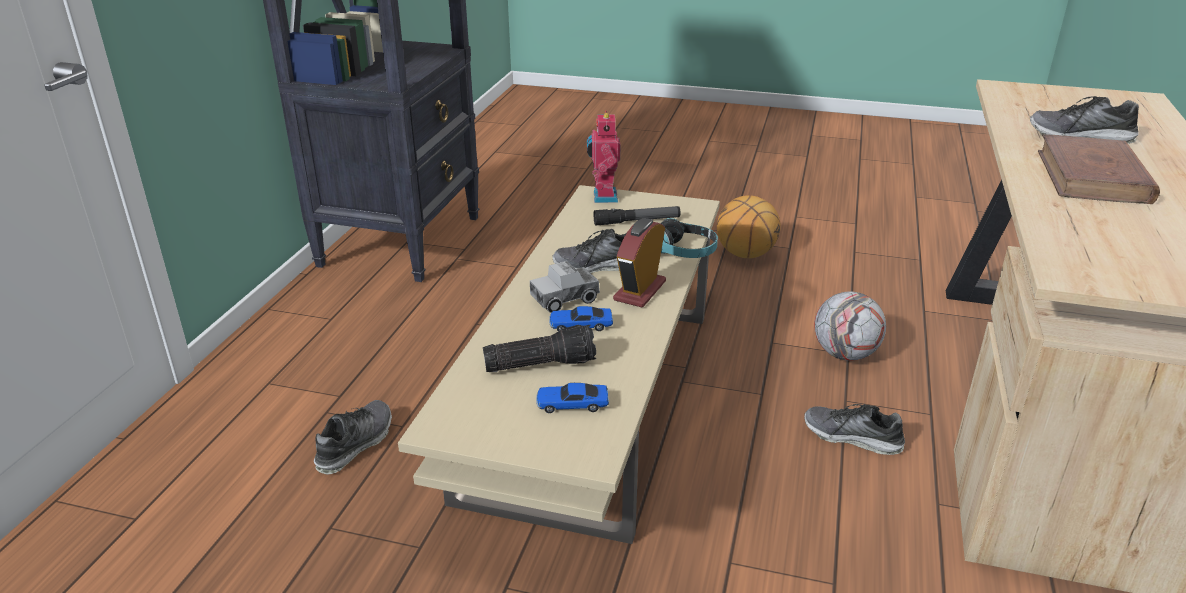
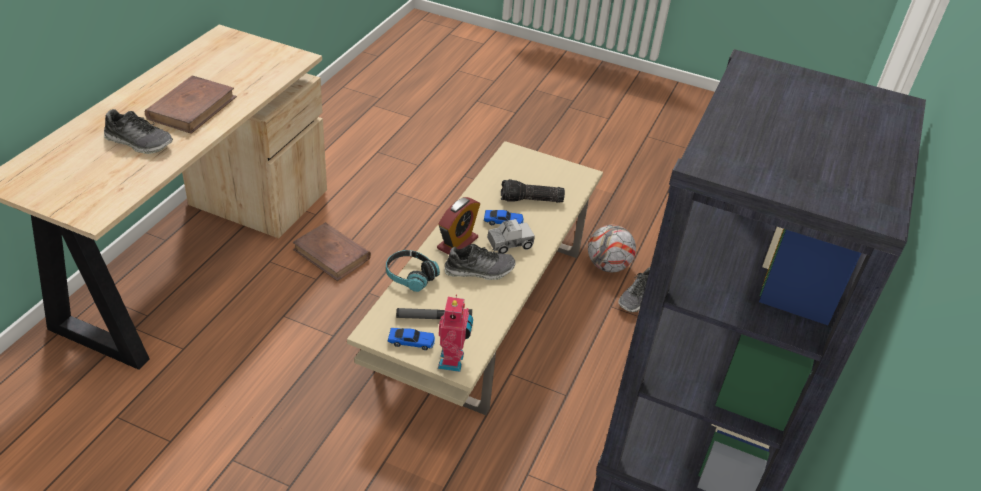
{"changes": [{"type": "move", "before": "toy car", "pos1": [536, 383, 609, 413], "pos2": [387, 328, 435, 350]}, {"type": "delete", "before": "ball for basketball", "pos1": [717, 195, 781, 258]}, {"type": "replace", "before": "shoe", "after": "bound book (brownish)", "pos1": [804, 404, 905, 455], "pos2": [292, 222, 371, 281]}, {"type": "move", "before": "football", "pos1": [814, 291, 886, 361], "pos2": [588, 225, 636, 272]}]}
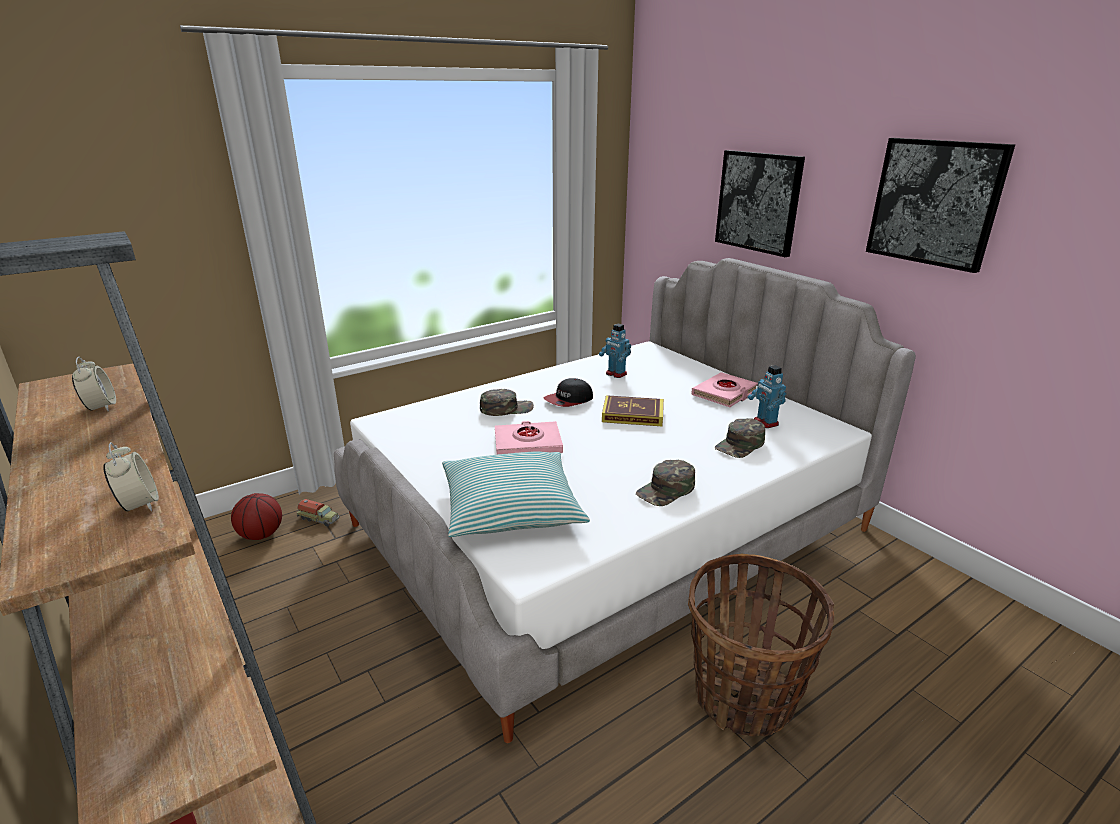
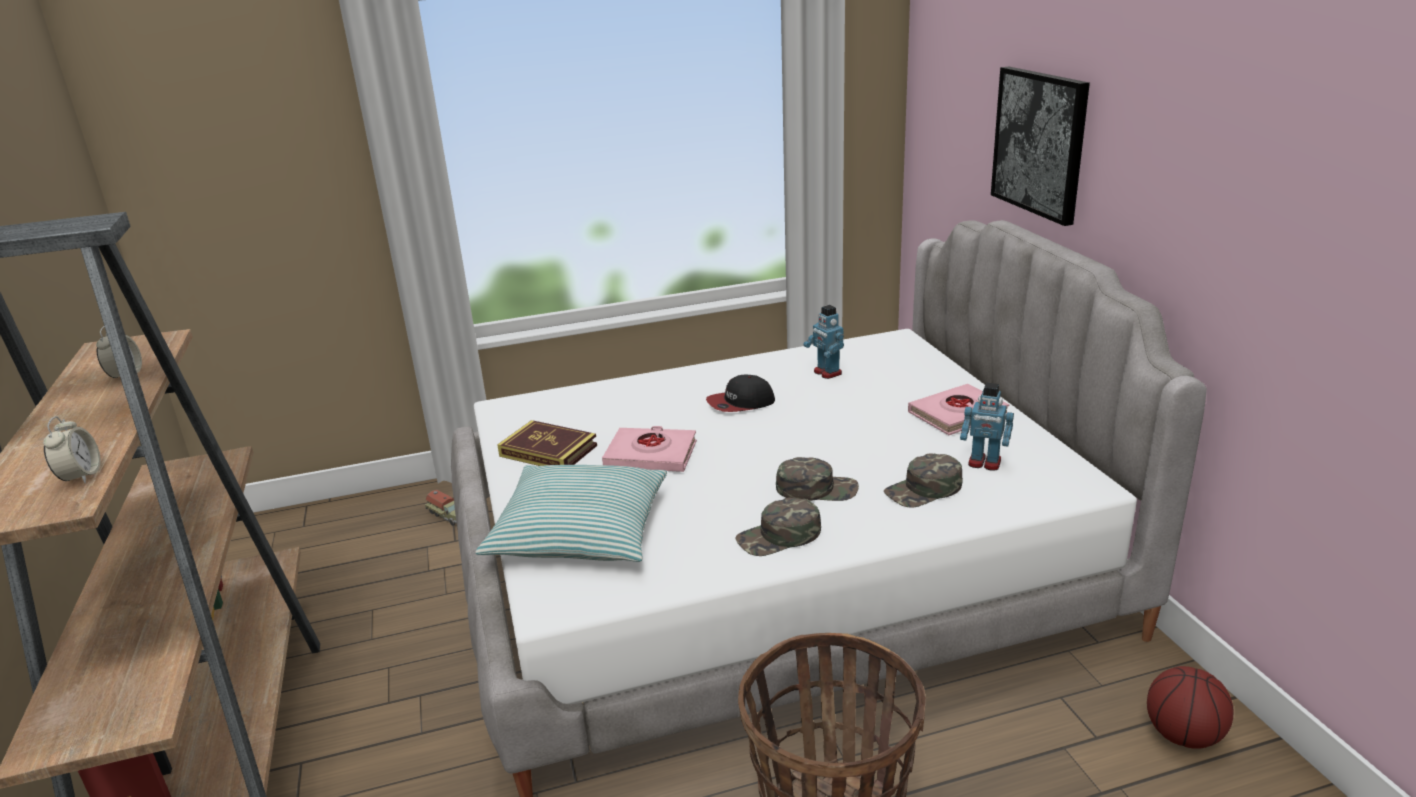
{"changes": [{"type": "move", "before": "ball for basketball", "pos1": [231, 493, 282, 540], "pos2": [1147, 666, 1233, 749]}, {"type": "move", "before": "cap (green-coloured)", "pos1": [480, 389, 534, 416], "pos2": [776, 457, 859, 501]}, {"type": "move", "before": "bound book", "pos1": [602, 395, 664, 426], "pos2": [497, 420, 597, 466]}, {"type": "rotate", "before": "model robot", "pos1": [748, 365, 787, 428], "pos2": [960, 383, 1014, 471], "turn": -60}, {"type": "delete", "before": "picture", "pos1": [866, 138, 1015, 273]}]}
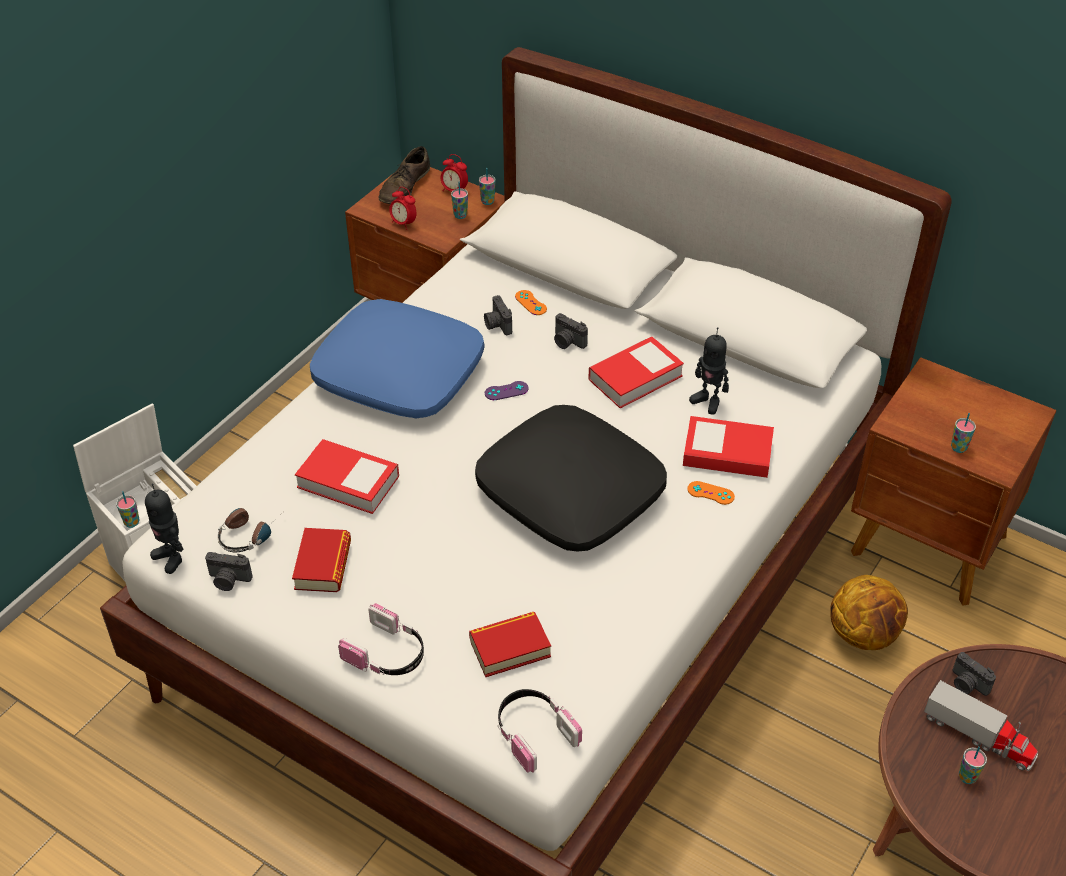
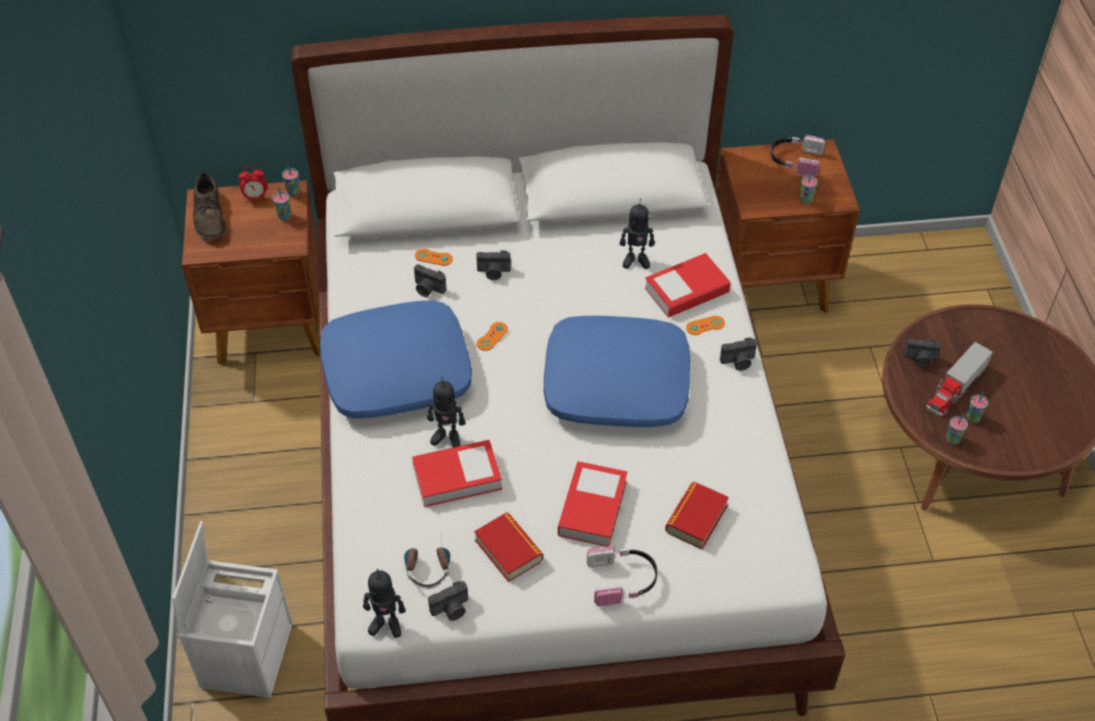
{"changes": [{"type": "move", "before": "cup", "pos1": [116, 491, 139, 528], "pos2": [946, 414, 968, 445]}, {"type": "delete", "before": "alarm clock", "pos1": [389, 187, 416, 230]}, {"type": "recolor", "before": "pillow (black)", "after": "pillow (blue)", "pos1": [475, 405, 667, 552], "pos2": [544, 316, 690, 427]}, {"type": "recolor", "before": "game controller (purple)", "after": "game controller (orangey)", "pos1": [485, 381, 529, 400], "pos2": [477, 322, 508, 351]}, {"type": "move", "before": "headphones", "pos1": [498, 689, 582, 773], "pos2": [770, 135, 825, 177]}, {"type": "move", "before": "bound book", "pos1": [588, 337, 684, 408], "pos2": [558, 461, 628, 547]}, {"type": "delete", "before": "ball for basketball", "pos1": [830, 575, 908, 650]}, {"type": "rotate", "before": "model truck", "pos1": [924, 680, 1038, 771], "pos2": [926, 342, 993, 416], "turn": 135}, {"type": "insert", "after": "model robot", "pos2": [427, 377, 465, 448]}, {"type": "insert", "after": "photo camera", "pos2": [720, 338, 757, 371]}]}
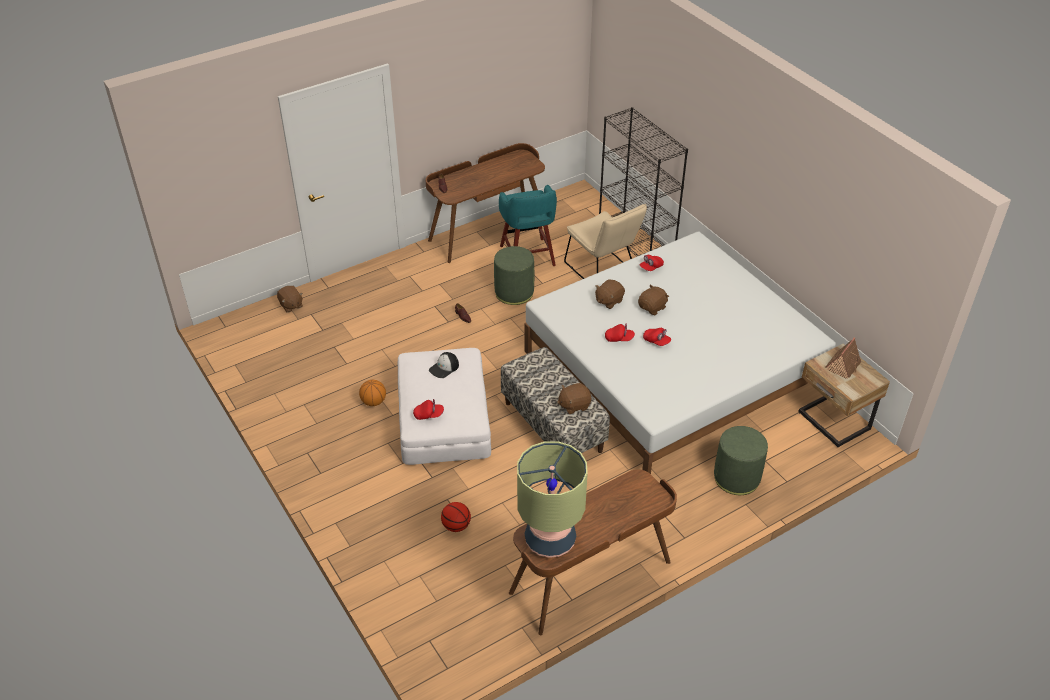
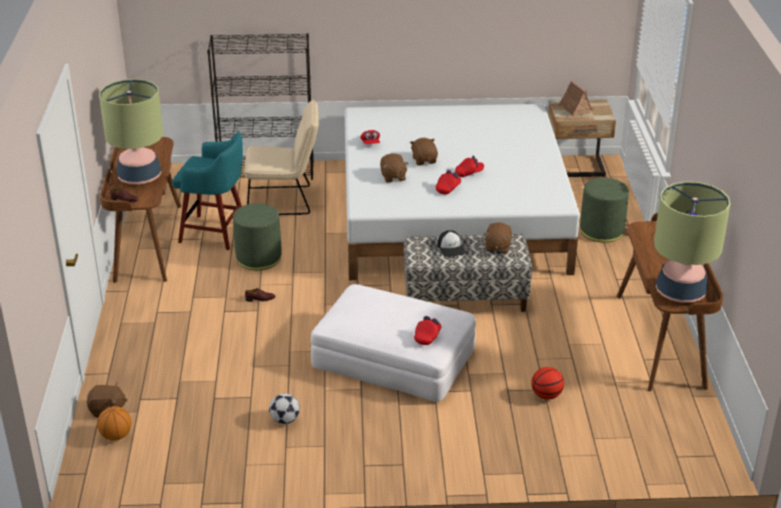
{"changes": [{"type": "move", "before": "ball for basketball", "pos1": [359, 380, 386, 406], "pos2": [97, 406, 132, 441]}, {"type": "move", "before": "cap", "pos1": [429, 352, 459, 378], "pos2": [438, 230, 465, 257]}, {"type": "insert", "after": "table lamp", "pos2": [99, 79, 163, 185]}, {"type": "insert", "after": "football", "pos2": [269, 394, 300, 424]}]}
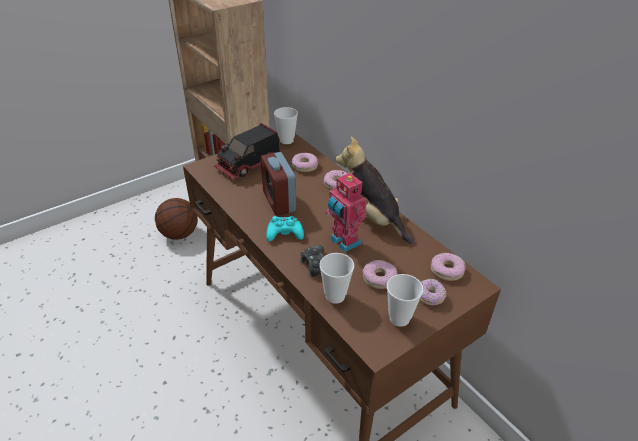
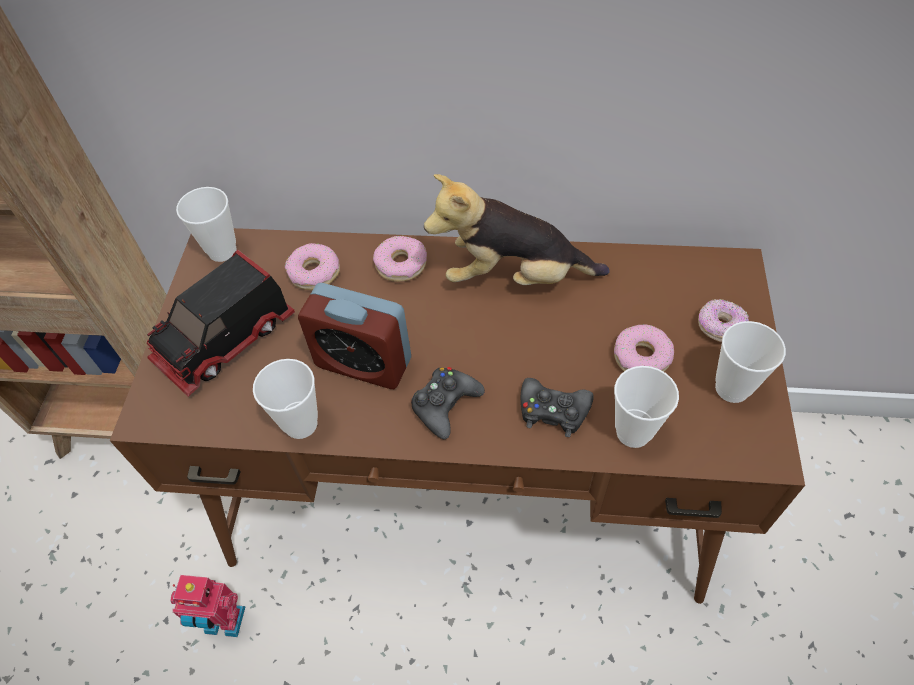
{"changes": [{"type": "delete", "before": "ball for basketball", "pos1": [155, 198, 198, 240]}, {"type": "rotate", "before": "model truck", "pos1": [214, 123, 280, 180], "pos2": [147, 250, 295, 397], "turn": 45}, {"type": "recolor", "before": "game controller (blue-green)", "after": "game controller (black)", "pos1": [266, 216, 304, 241], "pos2": [411, 367, 485, 440]}, {"type": "move", "before": "model robot", "pos1": [326, 172, 367, 252], "pos2": [170, 575, 246, 637]}, {"type": "delete", "before": "doughnut", "pos1": [431, 253, 465, 281]}, {"type": "insert", "after": "cup", "pos2": [253, 359, 318, 439]}]}
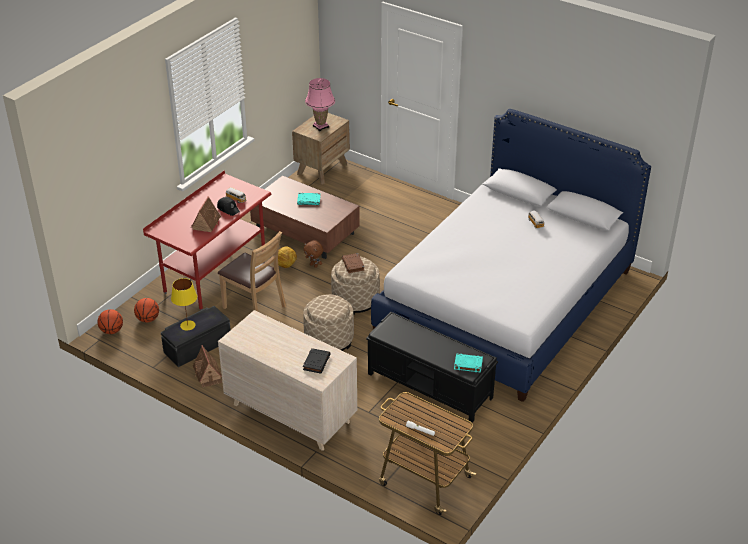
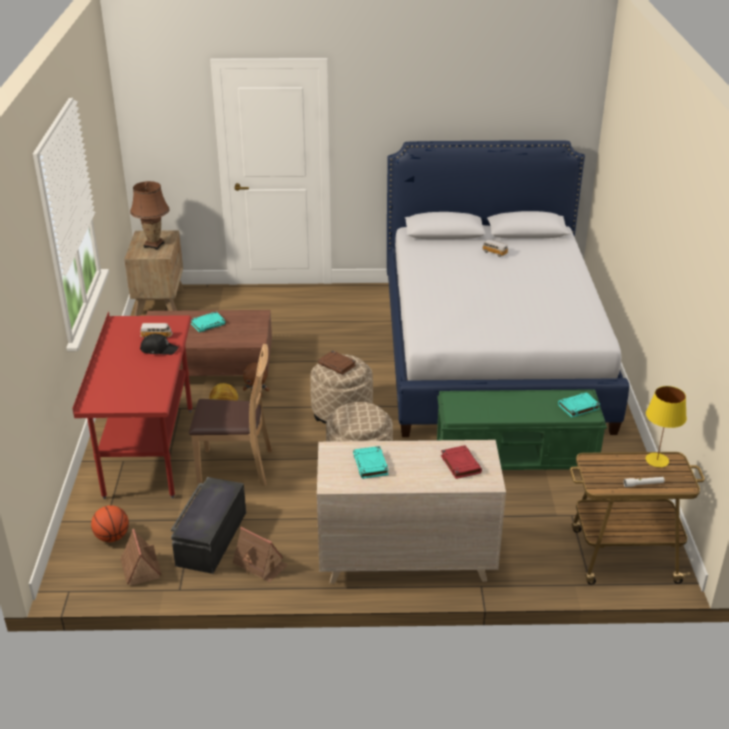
{"changes": [{"type": "delete", "before": "ball for basketball", "pos1": [98, 309, 123, 334]}, {"type": "move", "before": "table lamp (yellow-coloured)", "pos1": [171, 278, 197, 330], "pos2": [646, 386, 687, 467]}, {"type": "move", "before": "toy house", "pos1": [191, 196, 221, 232], "pos2": [120, 529, 162, 586]}, {"type": "recolor", "before": "bound book (black)", "after": "bound book (reddish)", "pos1": [303, 348, 331, 374], "pos2": [441, 445, 482, 479]}, {"type": "recolor", "before": "table lamp (pink)", "after": "table lamp (brownish)", "pos1": [305, 78, 335, 131], "pos2": [130, 181, 170, 250]}, {"type": "recolor", "before": "indoor bench (black)", "after": "indoor bench (green-coloured)", "pos1": [366, 312, 498, 423], "pos2": [437, 389, 607, 470]}, {"type": "insert", "after": "bound book (blue-green)", "pos2": [353, 446, 389, 479]}]}
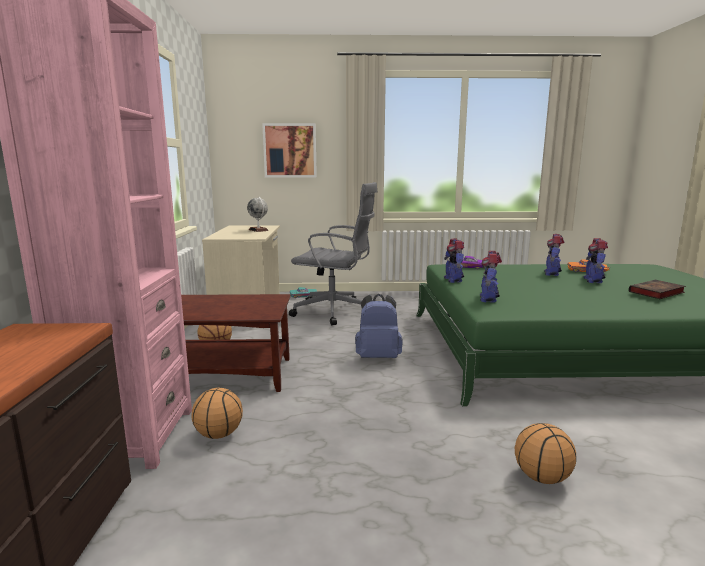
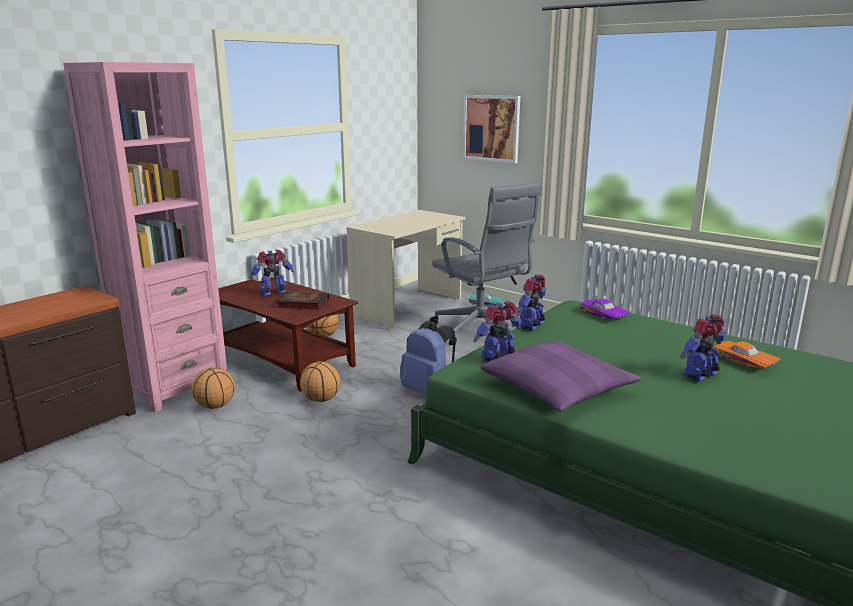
{"changes": [{"type": "delete", "before": "globe", "pos1": [247, 197, 269, 232]}, {"type": "move", "before": "ball for basketball", "pos1": [515, 423, 576, 484], "pos2": [300, 361, 341, 402]}, {"type": "move", "before": "model robot", "pos1": [544, 234, 565, 276], "pos2": [249, 250, 294, 296]}, {"type": "move", "before": "bound book", "pos1": [629, 280, 686, 299], "pos2": [276, 292, 329, 310]}, {"type": "insert", "after": "pillow (purple)", "pos2": [481, 341, 641, 412]}]}
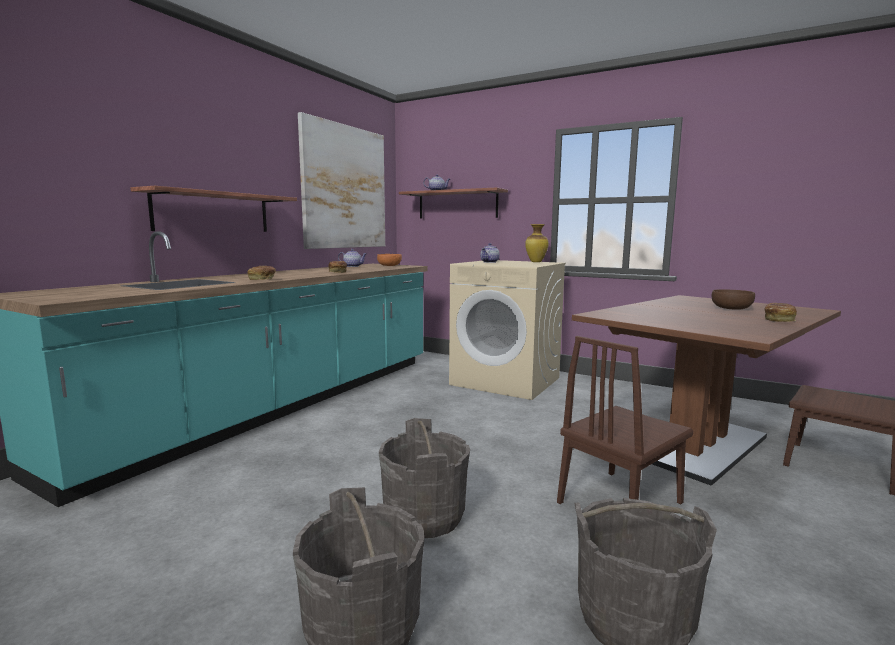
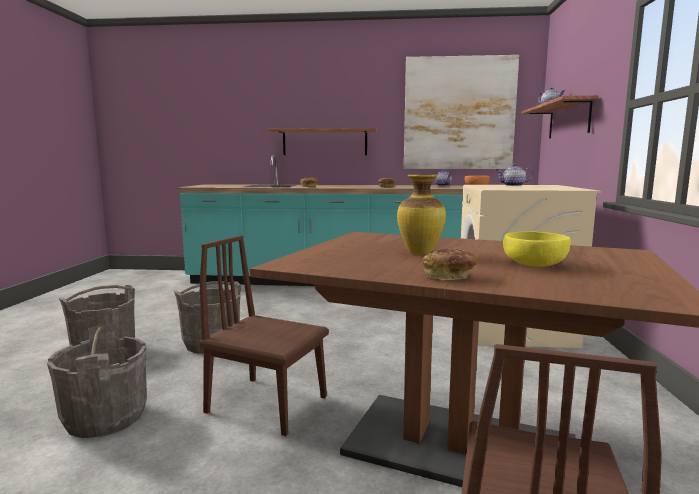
{"changes": [{"type": "move", "before": "flower vase", "pos1": [525, 224, 548, 262], "pos2": [397, 174, 446, 255]}, {"type": "recolor", "before": "bowl (brownish)", "after": "bowl (yellow-coloured)", "pos1": [712, 289, 755, 310], "pos2": [503, 232, 571, 267]}]}
